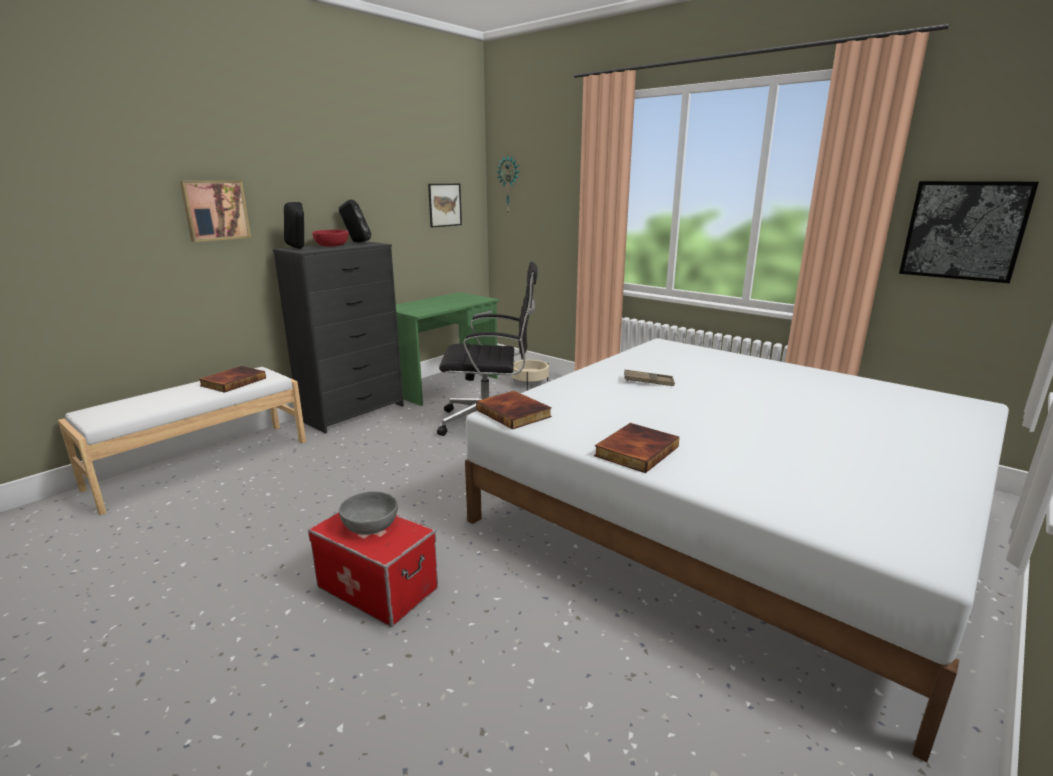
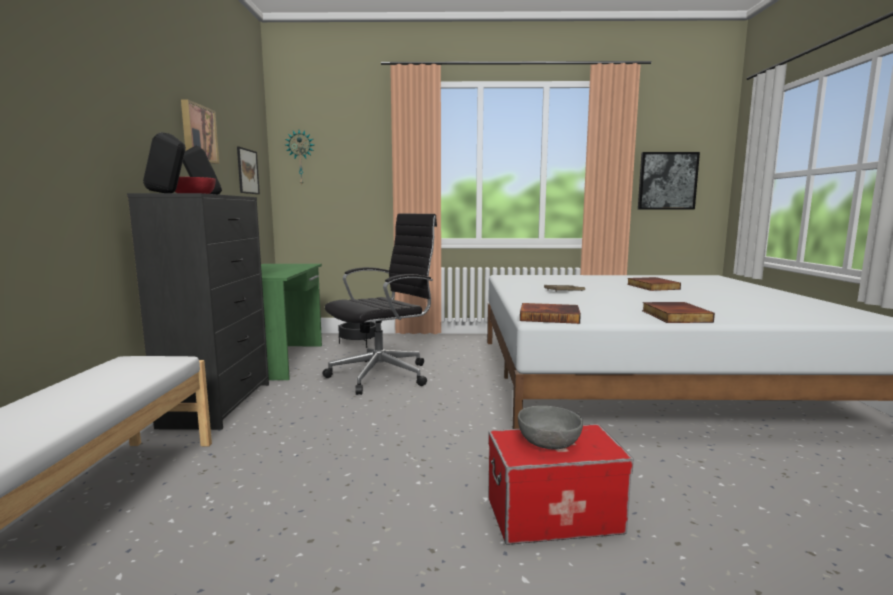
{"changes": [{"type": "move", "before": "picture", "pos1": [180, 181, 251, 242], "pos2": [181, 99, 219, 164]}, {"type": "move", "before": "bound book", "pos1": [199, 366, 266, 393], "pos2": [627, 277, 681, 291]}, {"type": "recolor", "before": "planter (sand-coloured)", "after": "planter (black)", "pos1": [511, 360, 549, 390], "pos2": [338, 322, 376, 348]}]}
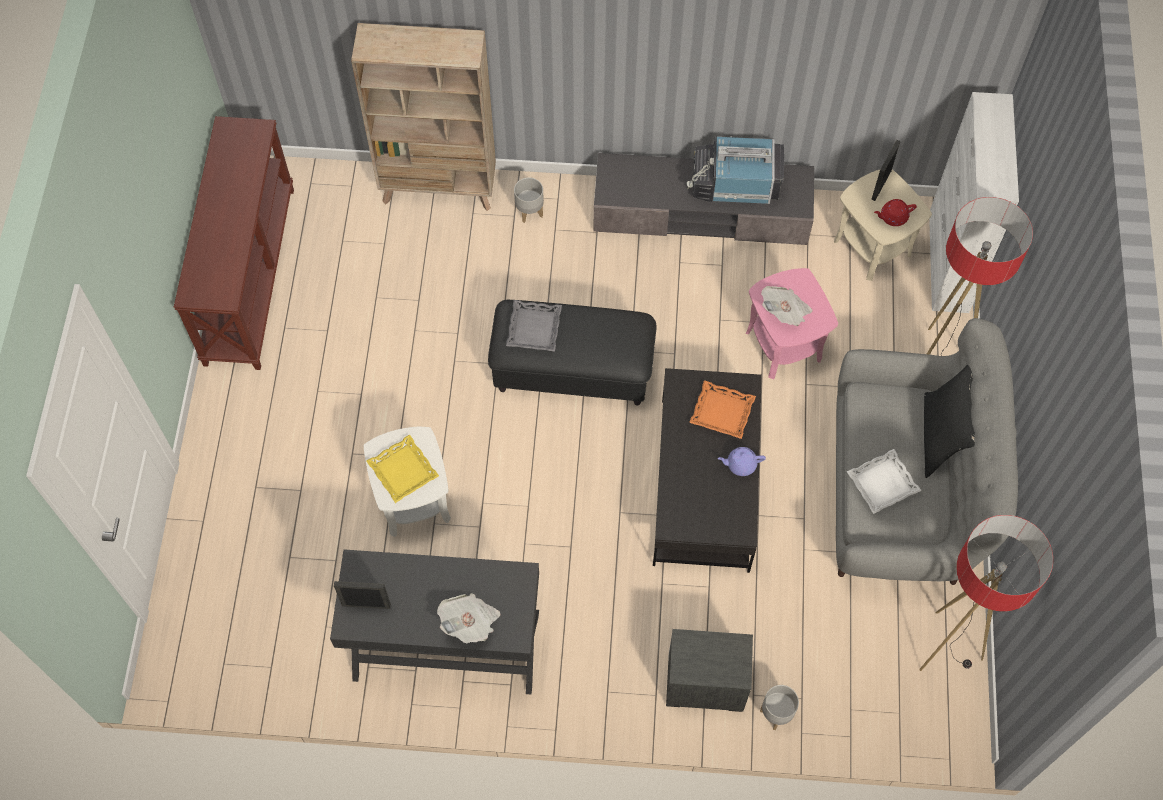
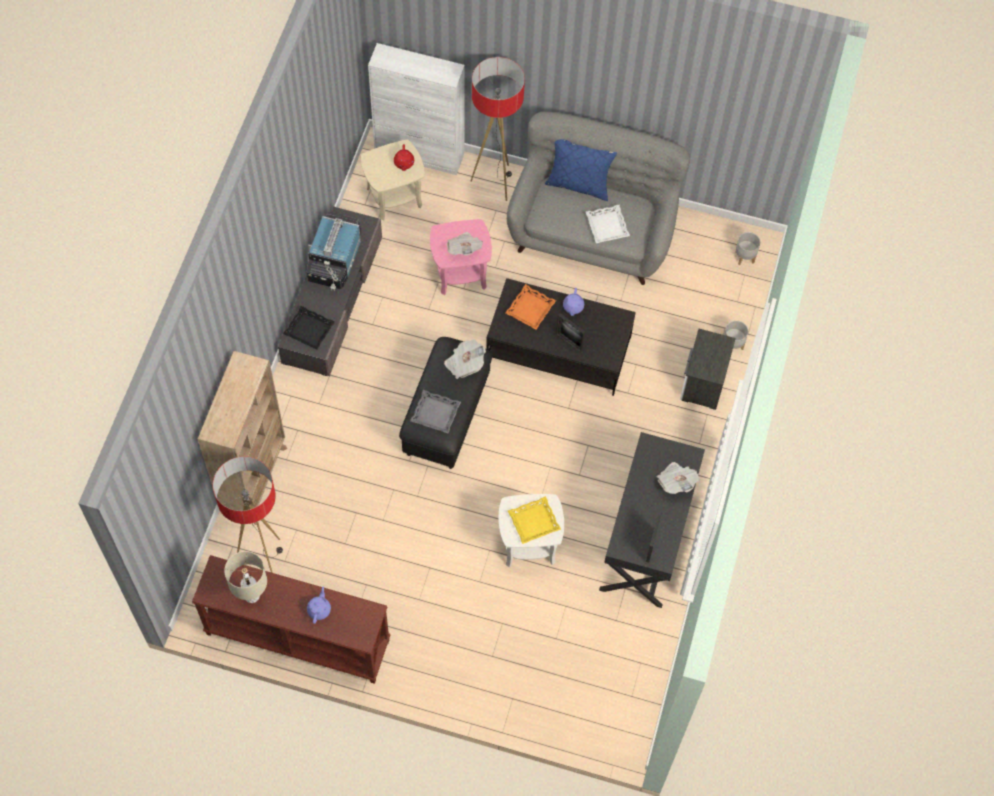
{"changes": [{"type": "move", "before": "planter (greyish)", "pos1": [514, 177, 544, 223], "pos2": [735, 232, 760, 265]}, {"type": "move", "before": "picture frame", "pos1": [871, 140, 901, 201], "pos2": [556, 313, 585, 353]}, {"type": "move", "before": "standard lamp", "pos1": [919, 515, 1053, 671], "pos2": [213, 456, 283, 573]}, {"type": "recolor", "before": "pillow (black)", "after": "pillow (blue)", "pos1": [924, 365, 975, 478], "pos2": [545, 139, 617, 201]}, {"type": "insert", "after": "table lamp (sand-coloured)", "pos2": [224, 551, 267, 603]}, {"type": "insert", "after": "serving tray (black)", "pos2": [283, 306, 335, 350]}, {"type": "insert", "after": "pot for tea (purple)", "pos2": [307, 586, 331, 624]}, {"type": "insert", "after": "newspaper", "pos2": [444, 339, 486, 379]}]}
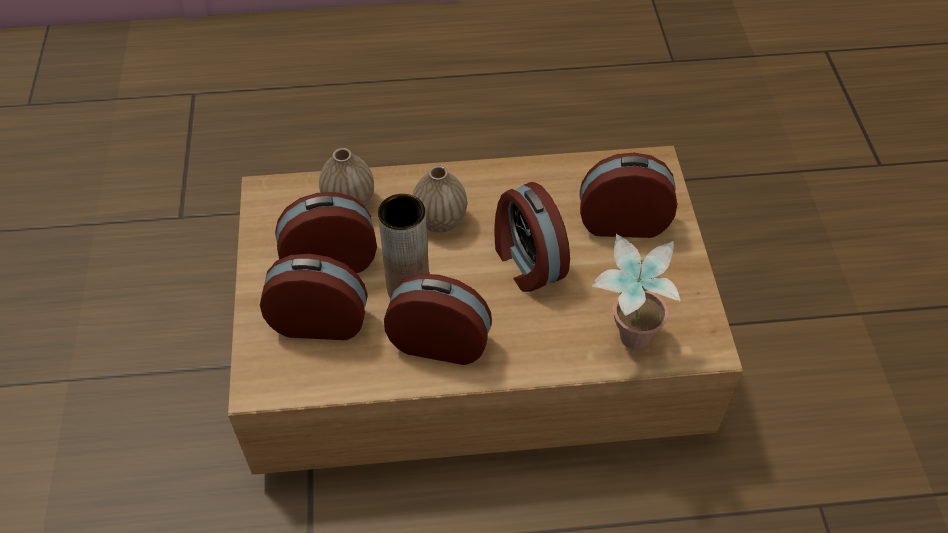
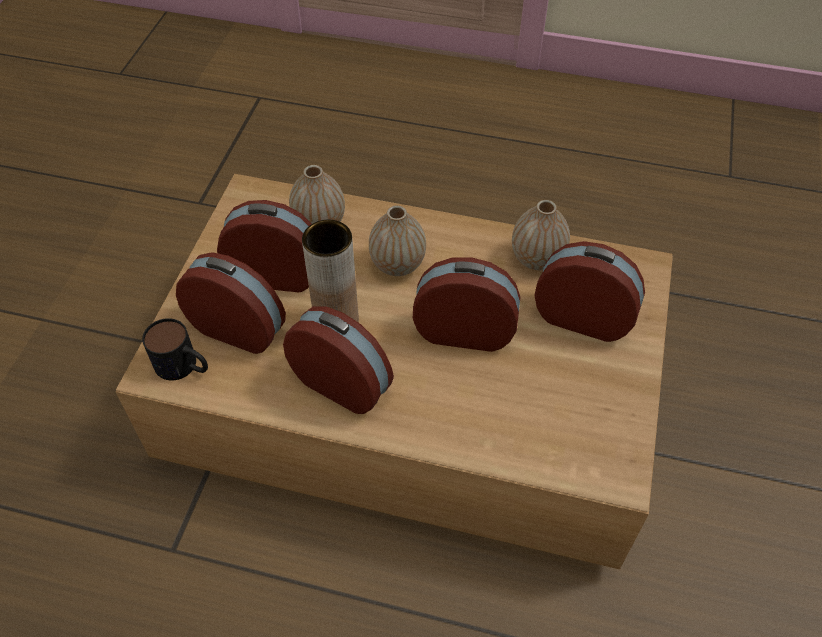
{"changes": [{"type": "rotate", "before": "alarm clock", "pos1": [494, 182, 570, 292], "pos2": [413, 257, 520, 352], "turn": 105}, {"type": "delete", "before": "potted plant", "pos1": [592, 234, 681, 349]}, {"type": "insert", "after": "tea mug", "pos2": [142, 318, 208, 380]}, {"type": "insert", "after": "flower vase", "pos2": [512, 200, 570, 270]}]}
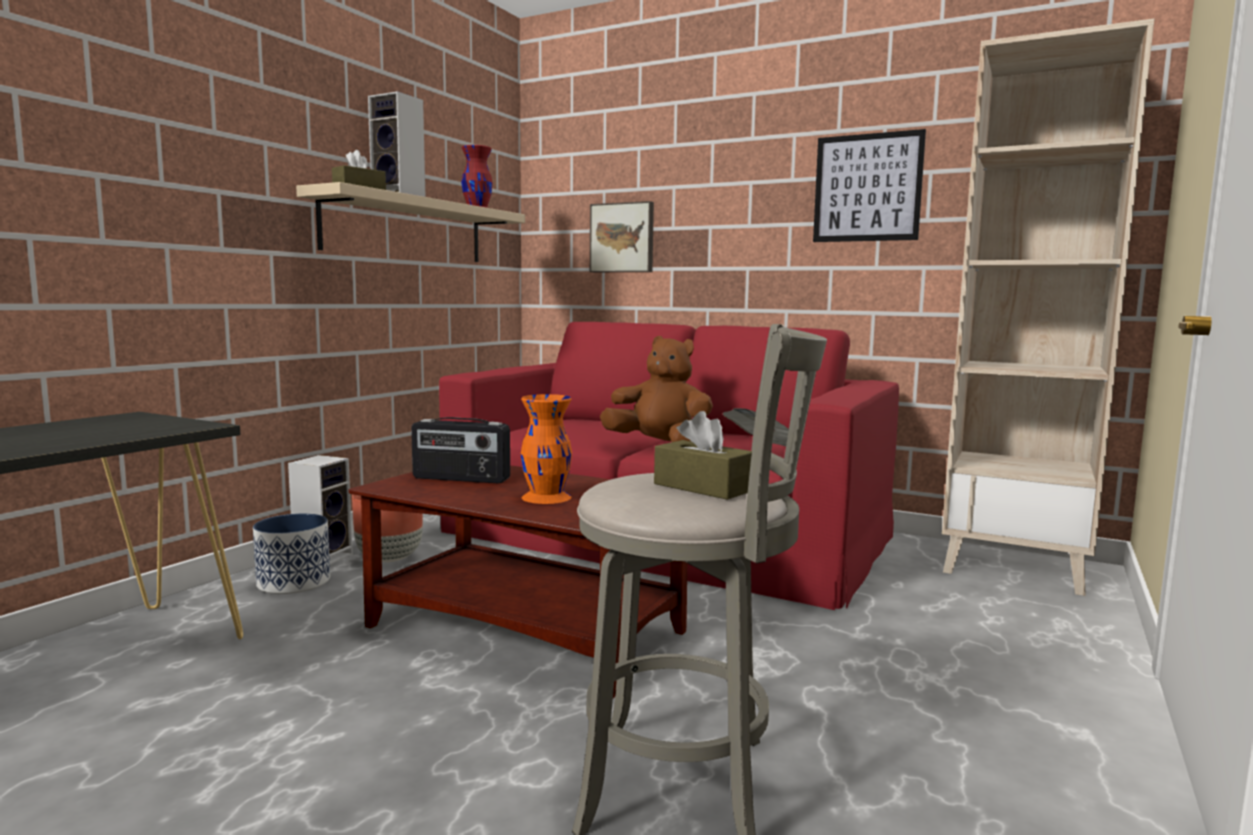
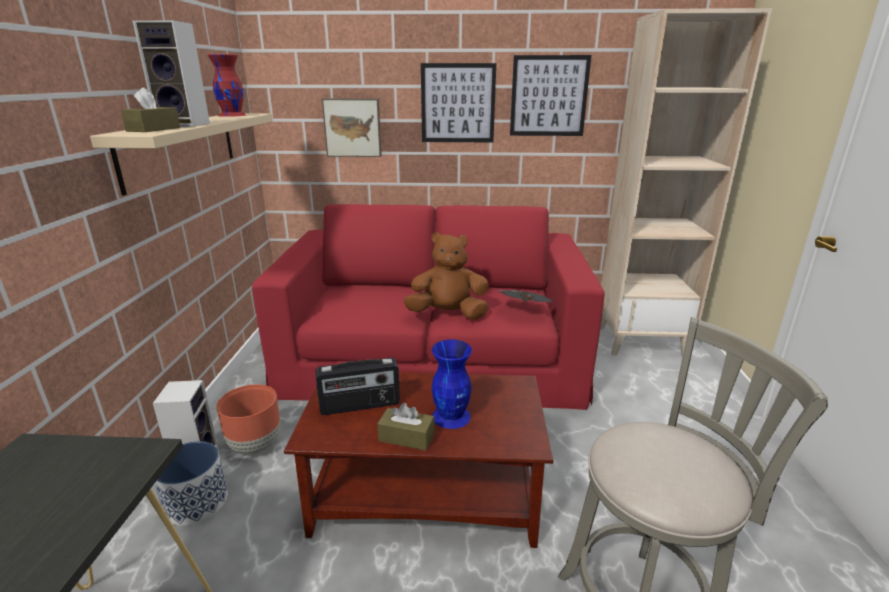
{"changes": [{"type": "recolor", "before": "flower vase (orangey)", "after": "flower vase (blue)", "pos1": [521, 394, 572, 504], "pos2": [431, 339, 472, 429]}, {"type": "move", "before": "box of tissues (brownish)", "pos1": [654, 411, 752, 500], "pos2": [377, 403, 435, 450]}, {"type": "insert", "after": "picture", "pos2": [421, 63, 496, 142]}]}
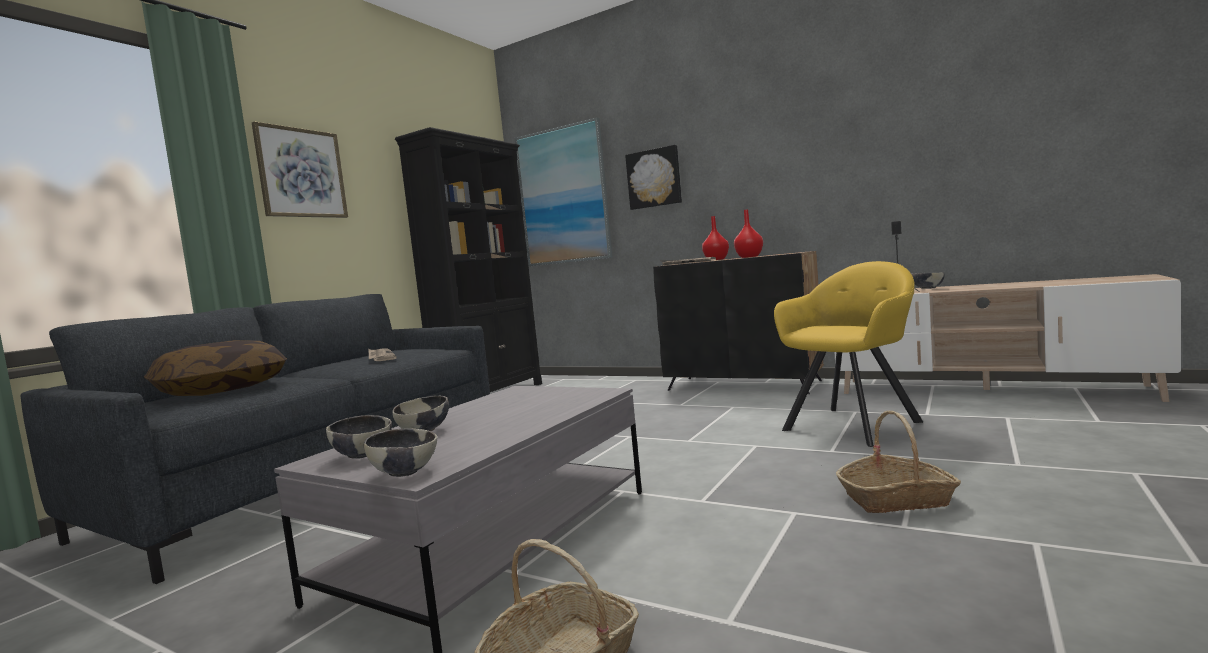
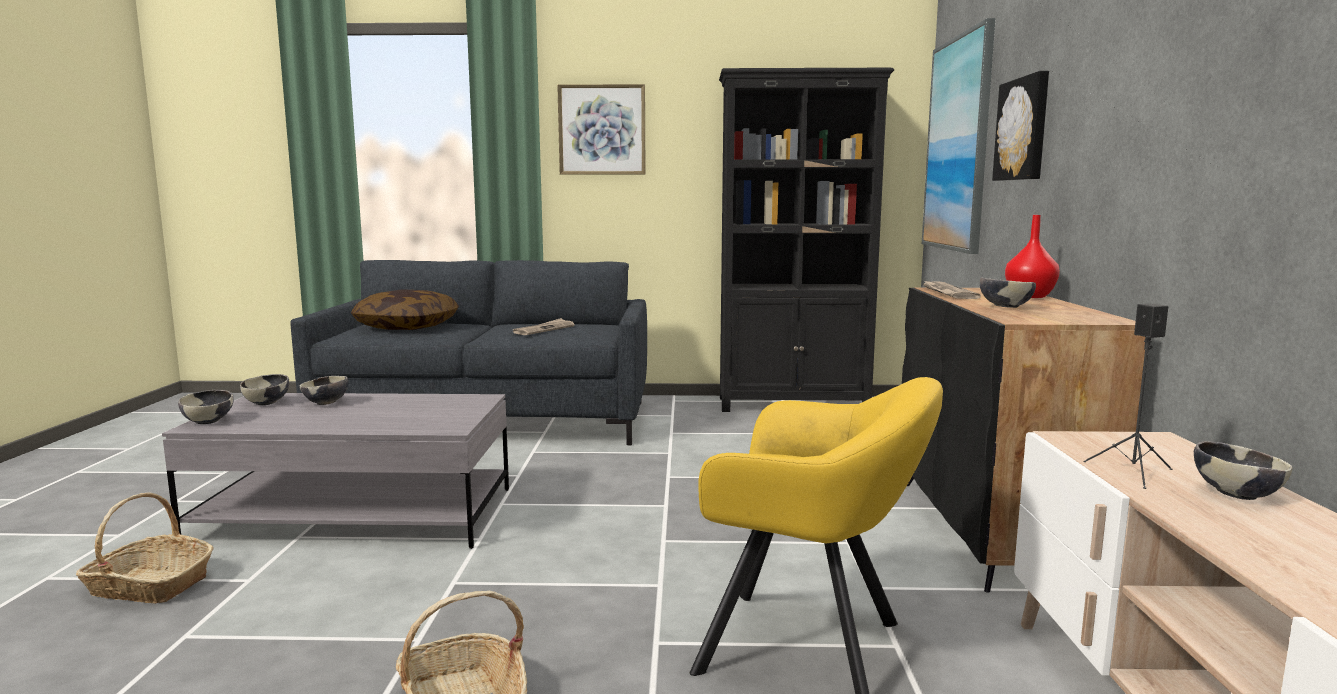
{"changes": [{"type": "replace", "before": "flower vase (reddish)", "after": "bowl", "pos1": [734, 210, 763, 258], "pos2": [980, 277, 1036, 308]}]}
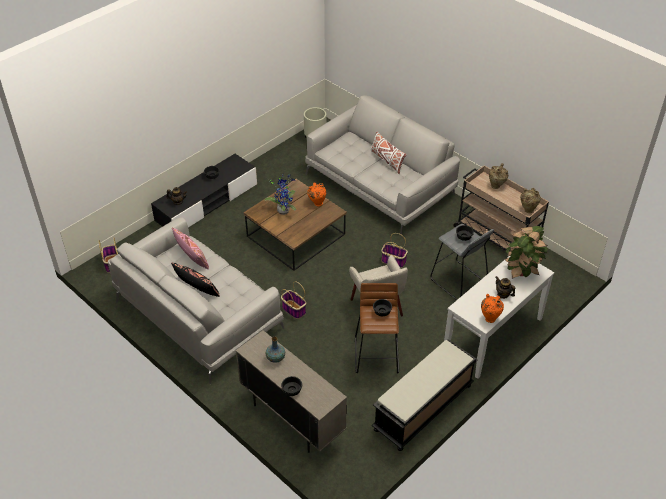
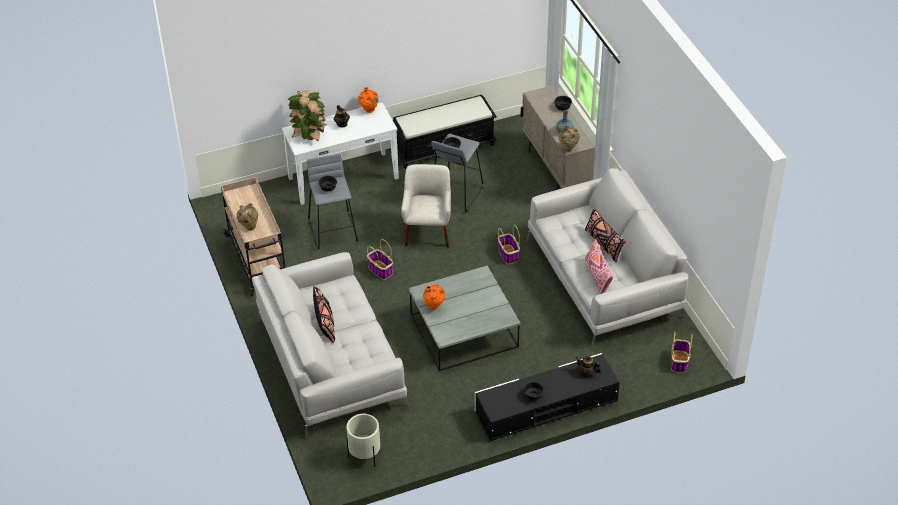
{"changes": [{"type": "recolor", "before": "lounge table (brownish)", "after": "lounge table (greyish)", "pos1": [244, 179, 347, 271], "pos2": [409, 266, 520, 371]}, {"type": "delete", "before": "potted plant", "pos1": [265, 174, 296, 215]}, {"type": "recolor", "before": "stool (brownish)", "after": "stool (greyish)", "pos1": [355, 283, 399, 374], "pos2": [431, 134, 483, 212]}, {"type": "recolor", "before": "pillow (white-coloured)", "after": "pillow (black)", "pos1": [371, 131, 407, 174], "pos2": [313, 285, 335, 343]}, {"type": "move", "before": "flower vase (sand-coloured)", "pos1": [520, 188, 541, 213], "pos2": [559, 126, 580, 151]}]}
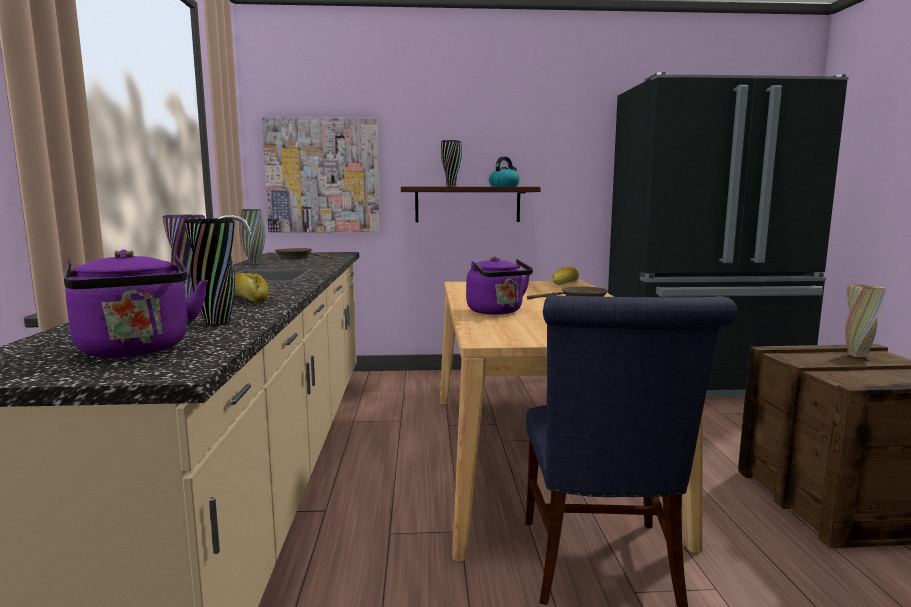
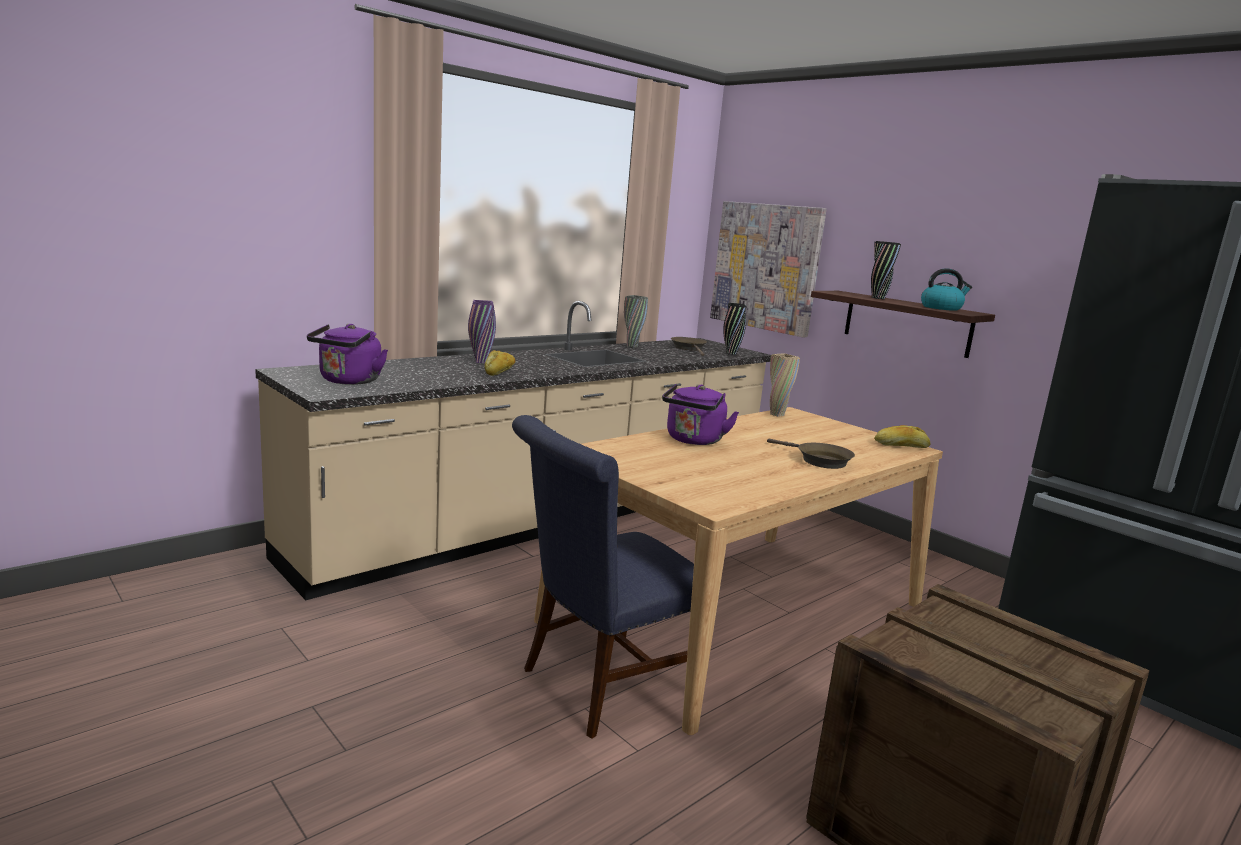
{"changes": [{"type": "move", "before": "flower vase (black)", "pos1": [184, 219, 235, 326], "pos2": [723, 303, 746, 355]}, {"type": "move", "before": "flower vase (sand-coloured)", "pos1": [845, 285, 886, 357], "pos2": [770, 353, 800, 417]}]}
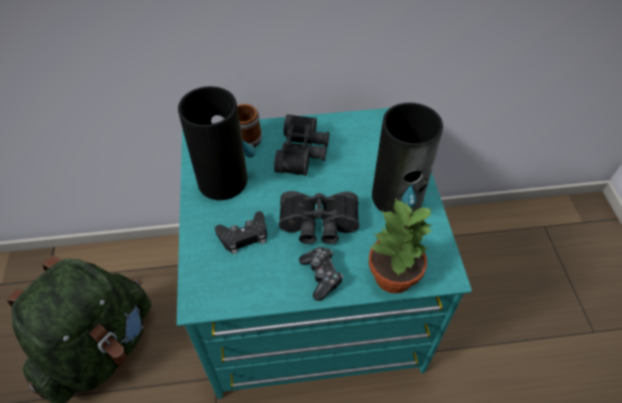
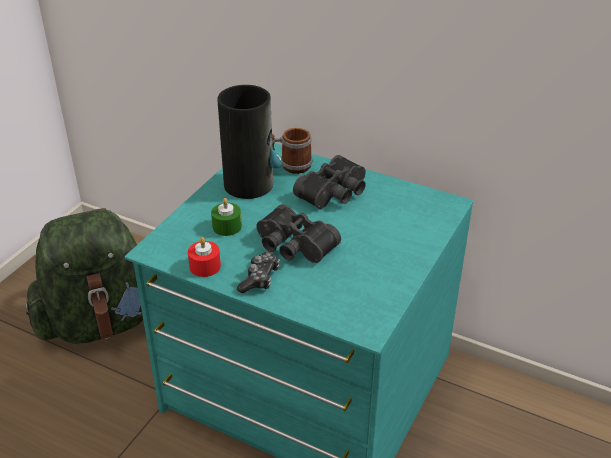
{"changes": [{"type": "replace", "before": "game controller (black)", "after": "wax light (green-coloured)", "pos1": [215, 211, 267, 254], "pos2": [211, 198, 242, 236]}, {"type": "delete", "before": "potted plant", "pos1": [369, 197, 433, 294]}, {"type": "delete", "before": "flower vase", "pos1": [372, 103, 443, 215]}, {"type": "insert", "after": "wax light (reddish)", "pos2": [188, 237, 221, 277]}]}
